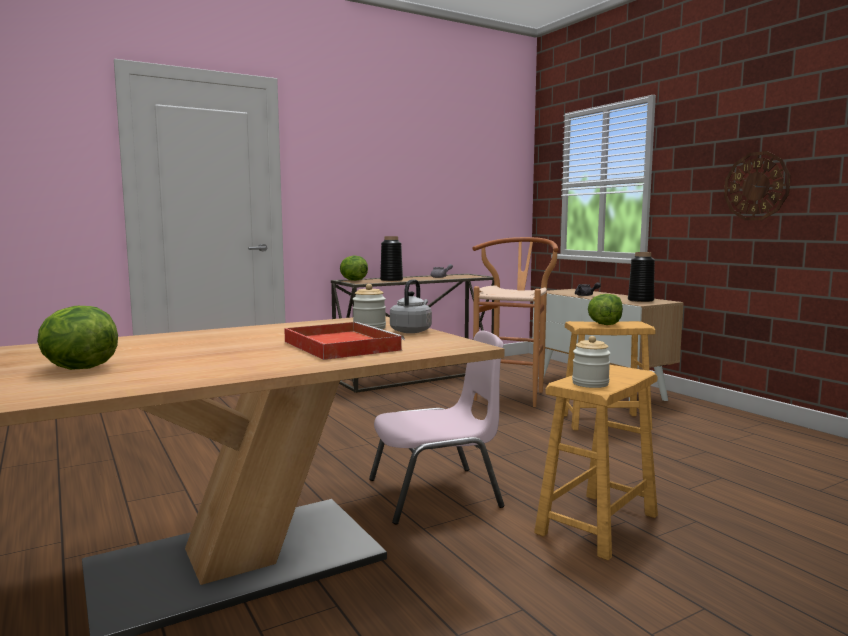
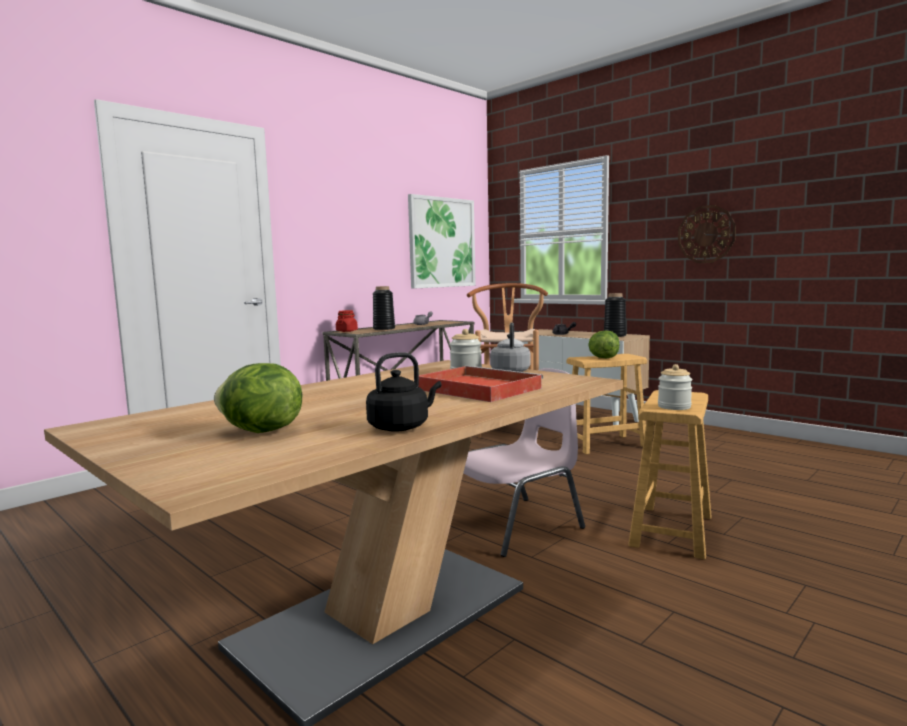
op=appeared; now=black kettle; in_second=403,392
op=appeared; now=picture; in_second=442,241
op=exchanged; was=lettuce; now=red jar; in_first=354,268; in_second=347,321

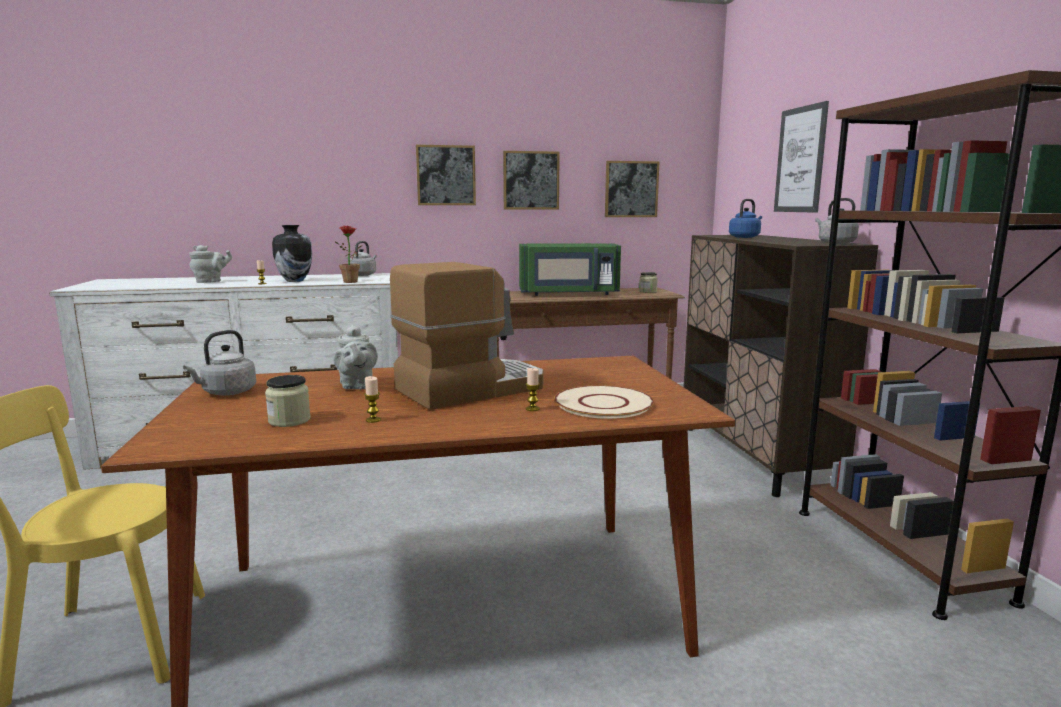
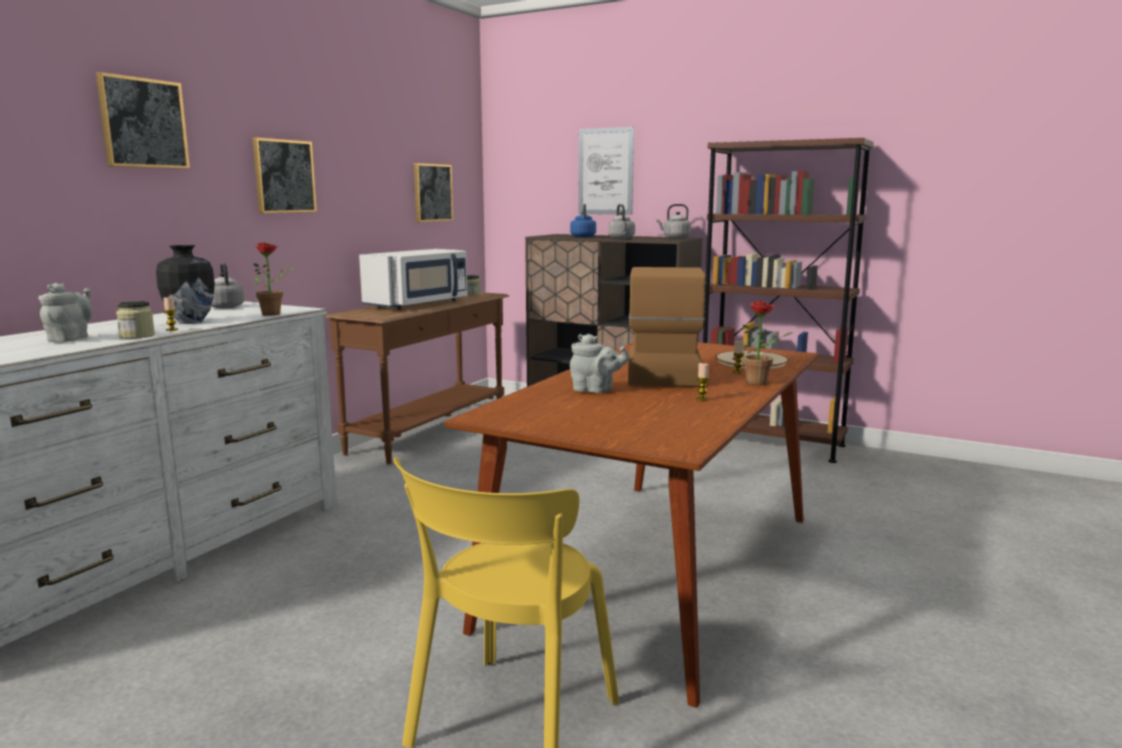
op=appeared; now=potted plant; in_second=768,343
op=relocated; was=grey kettle; in_first=219,363; in_second=621,221
op=relocated; was=jar; in_first=288,401; in_second=135,320
op=relocated; was=picture; in_first=531,180; in_second=143,120
op=colour; was=green microwave; now=white microwave; in_first=570,269; in_second=413,279

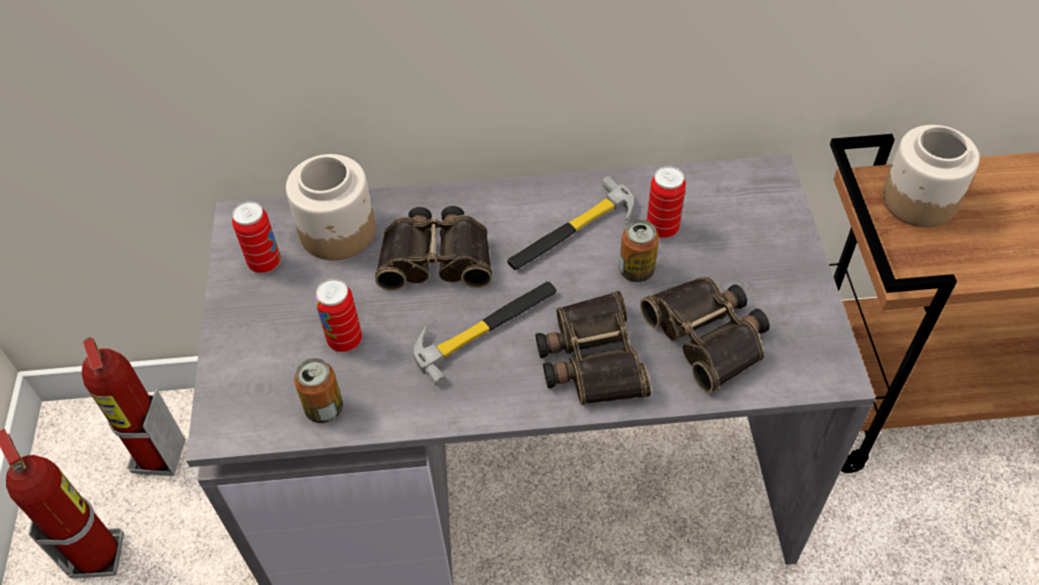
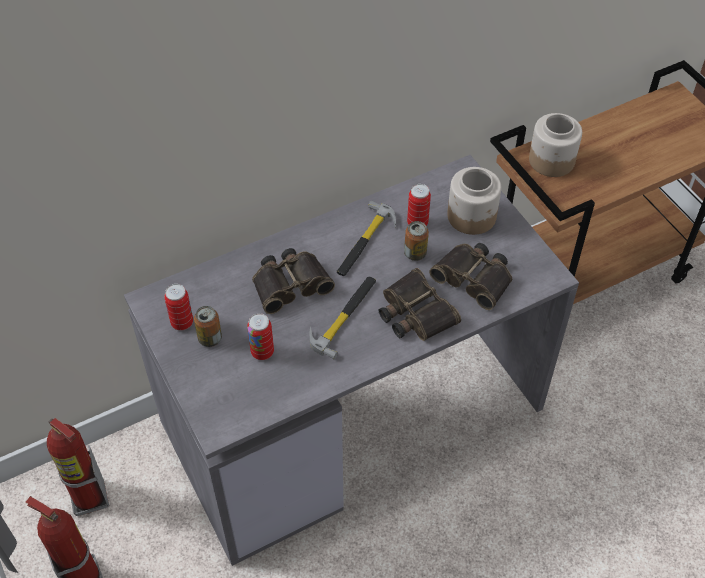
op=relocated; was=jar; in_first=331,207; in_second=474,201
op=relocated; was=can; in_first=318,390; in_second=208,326

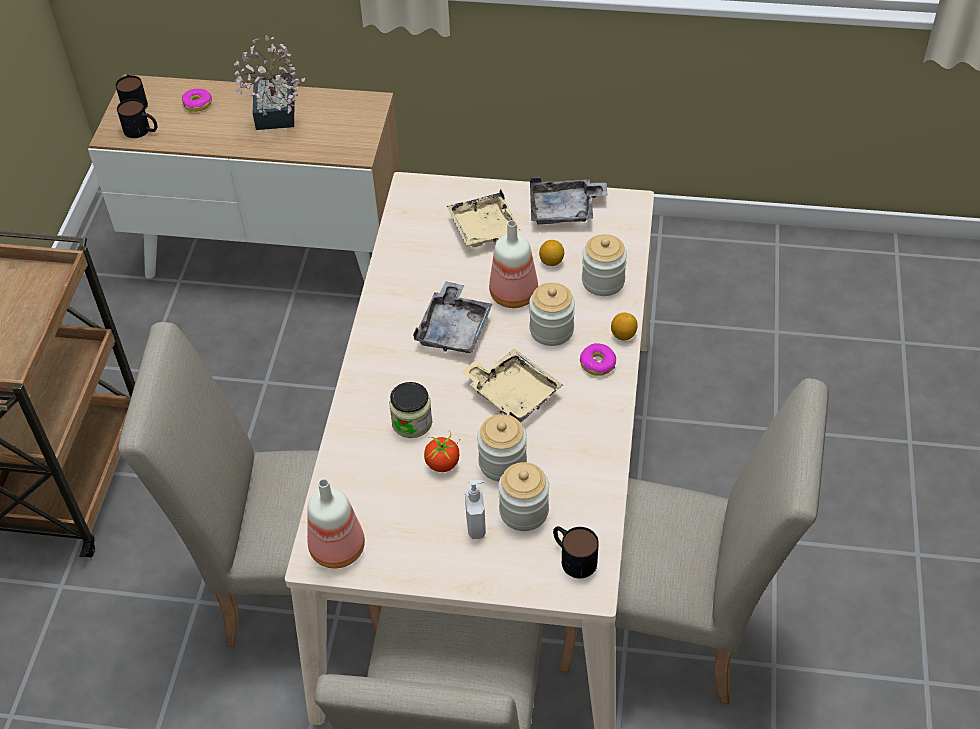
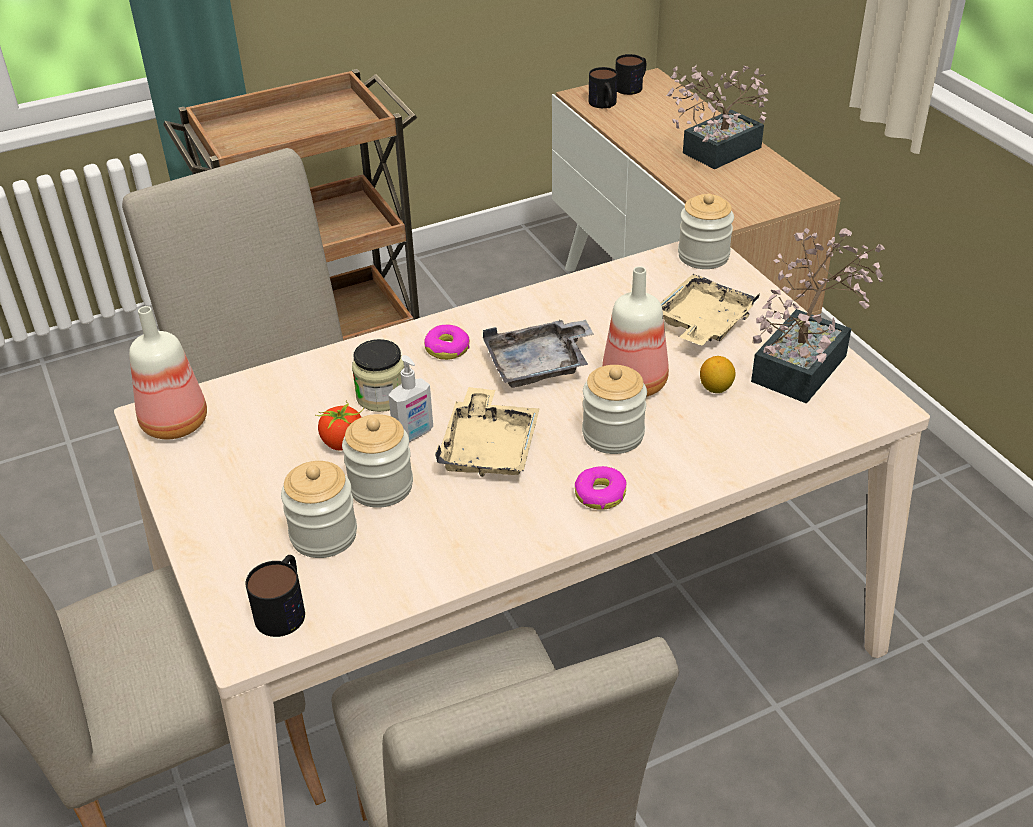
op=missing; was=lemon; in_first=624,326
op=relocated; was=donut; in_first=197,100; in_second=447,342
op=relocated; was=soap dispenser; in_first=475,509; in_second=410,398
op=relocated; was=jar; in_first=604,265; in_second=706,231
op=exchanged; was=grey tray; now=potted plant; in_first=569,201; in_second=818,316

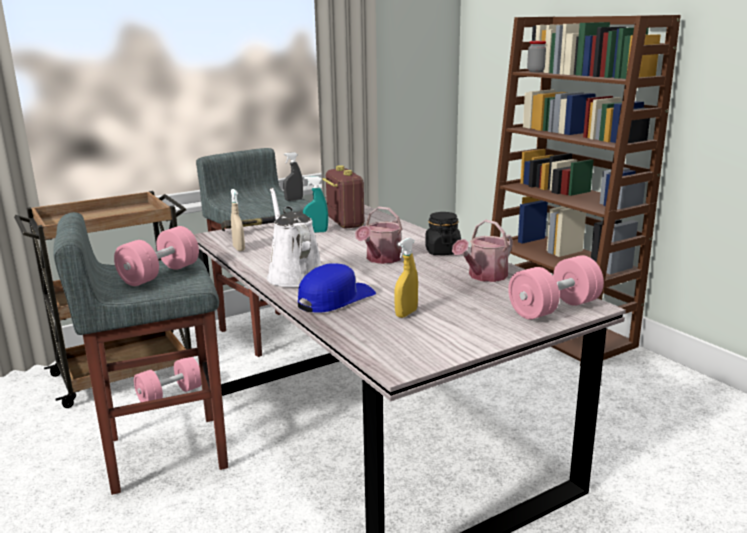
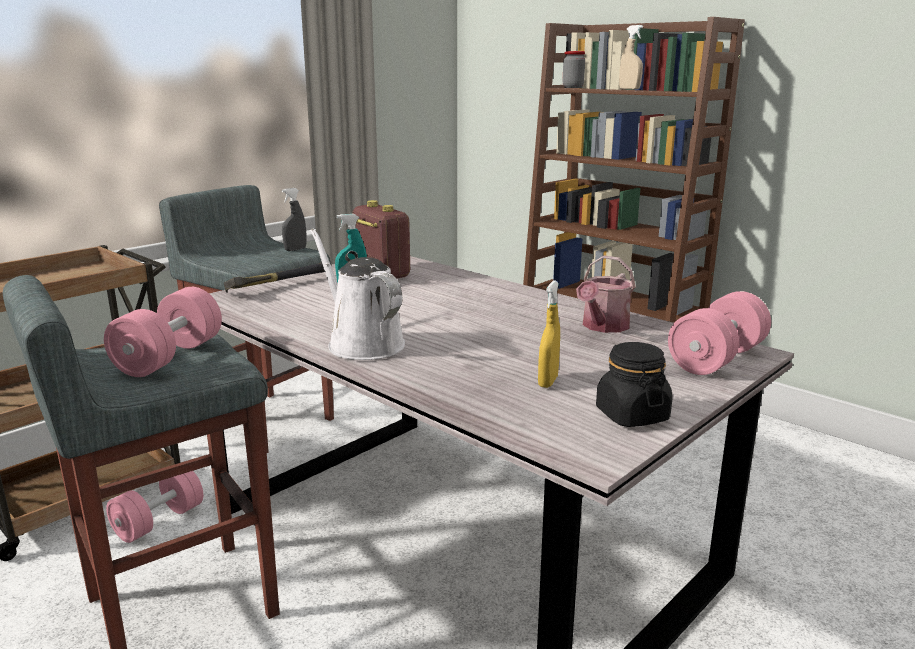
op=missing; was=blue cap; in_first=337,288
op=missing; was=watering can; in_first=378,235
op=relocated; was=beige spray bottle; in_first=238,220; in_second=631,57
op=relocated; was=black jar; in_first=443,233; in_second=634,384

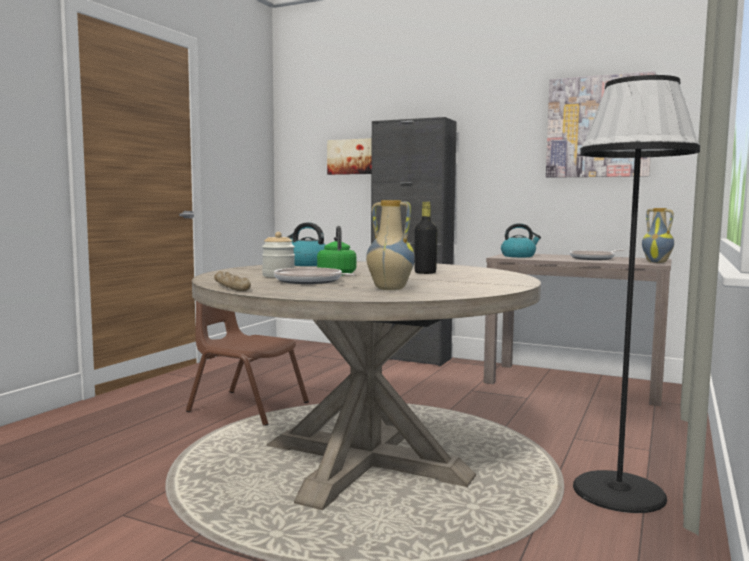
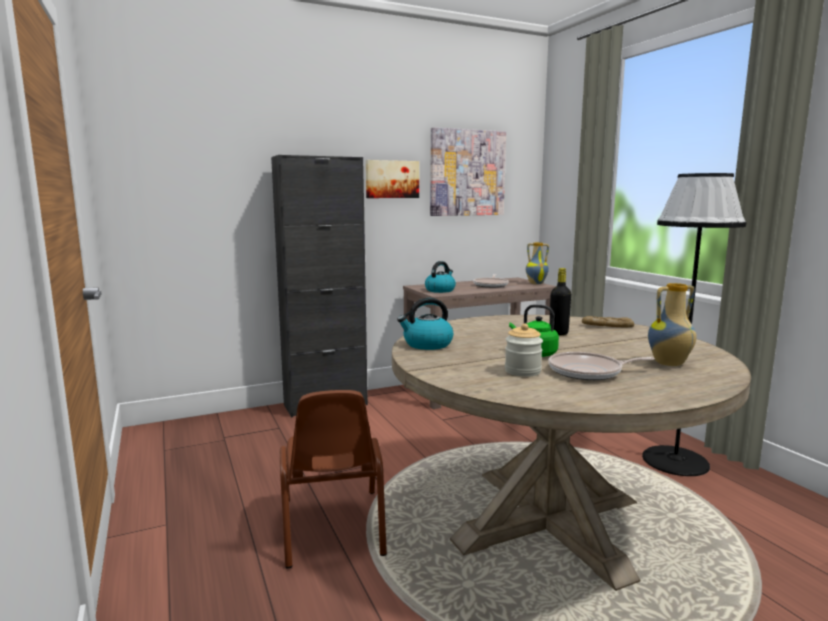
op=relocated; was=bread; in_first=232,281; in_second=608,321
op=relocated; was=picture; in_first=349,156; in_second=392,179
op=spun; was=brown chair; in_first=247,363; in_second=333,479; clockwise=-75

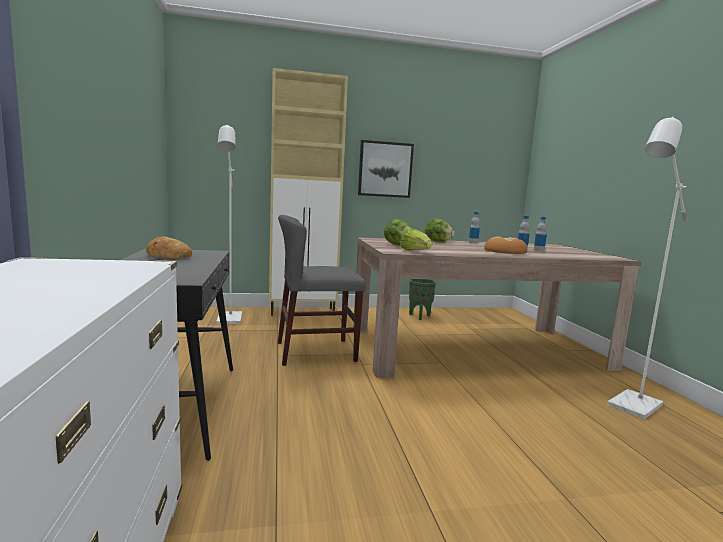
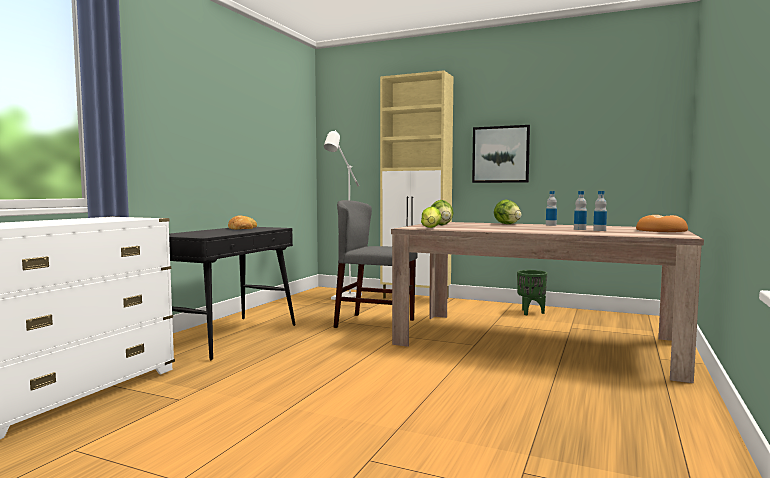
op=missing; was=white floor lamp; in_first=647,268
op=relocated; was=bread; in_first=505,245; in_second=662,223

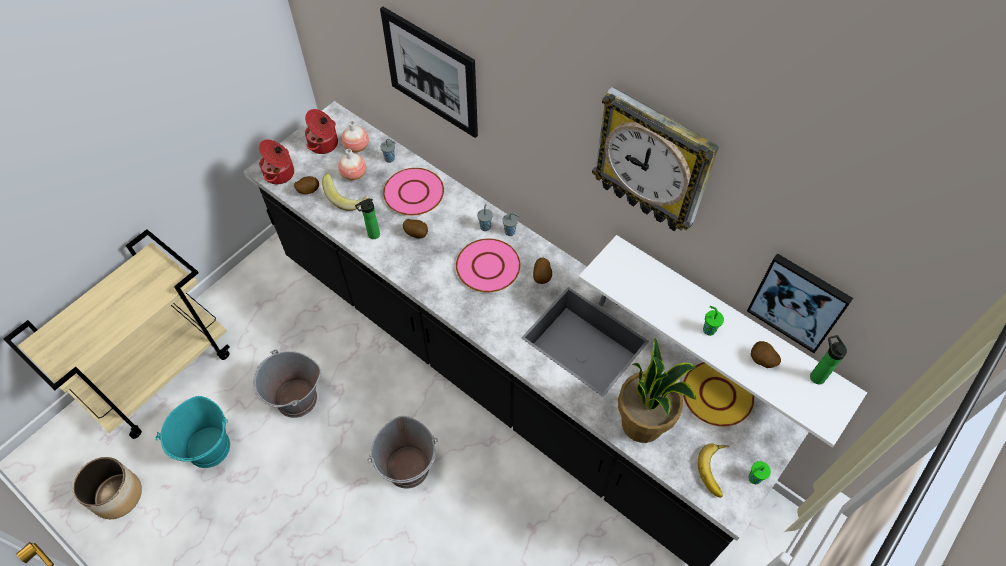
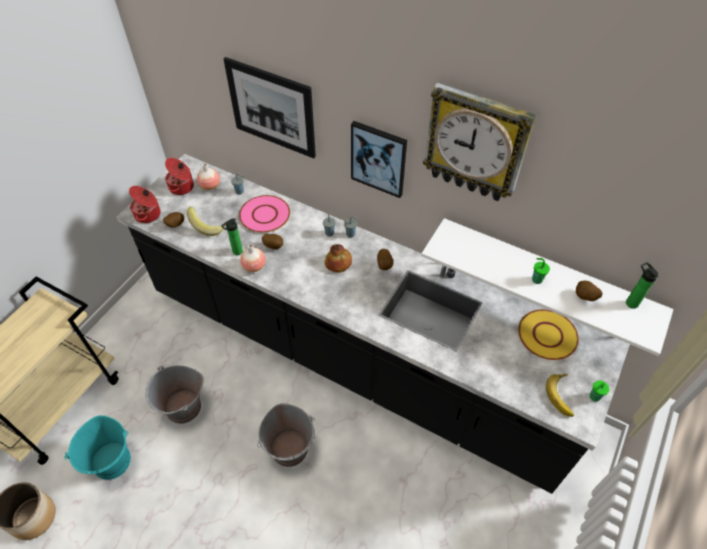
op=missing; was=potted plant; in_first=657,390
op=relocated; was=vase; in_first=352,164; in_second=253,258
op=relocated; was=picture; in_first=800,303; in_second=379,159
op=exchanged; was=pink plate; now=bread; in_first=488,265; in_second=338,258

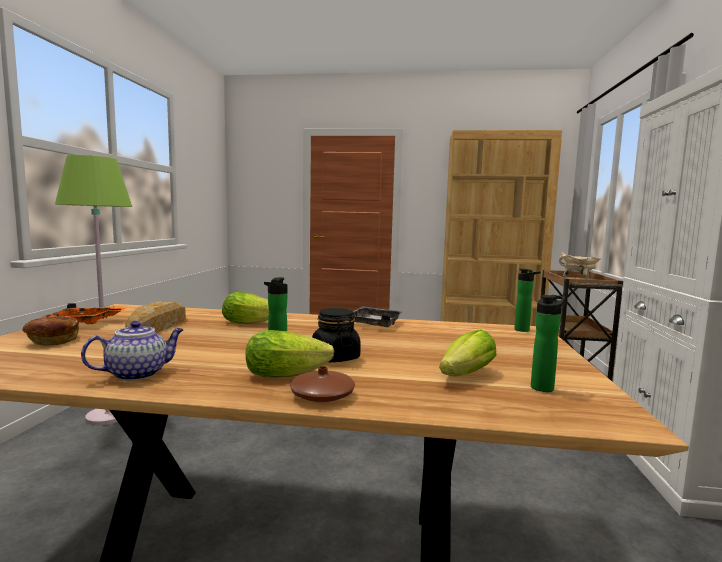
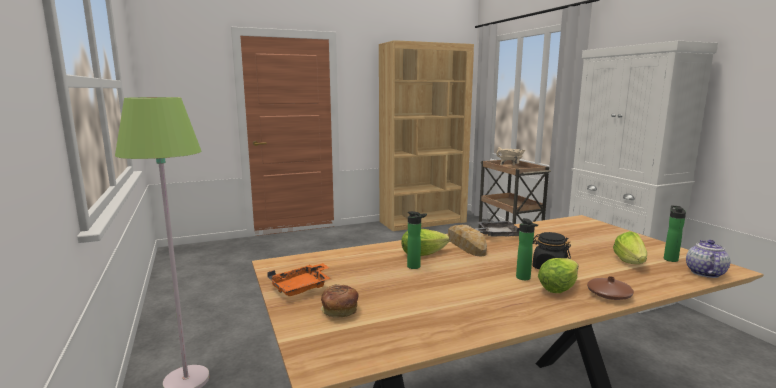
op=relocated; was=teapot; in_first=132,351; in_second=708,259
op=relocated; was=bread; in_first=155,317; in_second=467,241
op=relocated; was=bottle; in_first=527,300; in_second=417,240

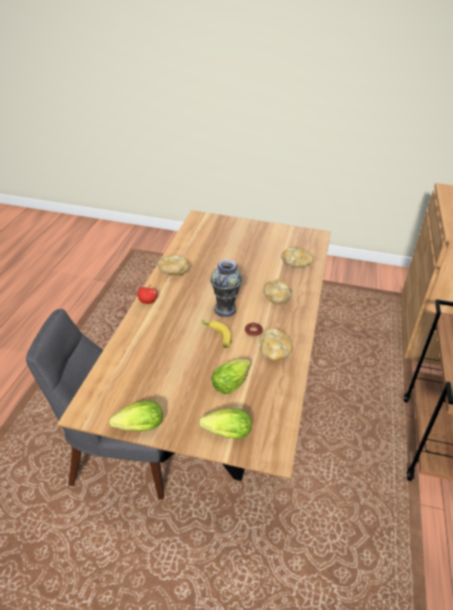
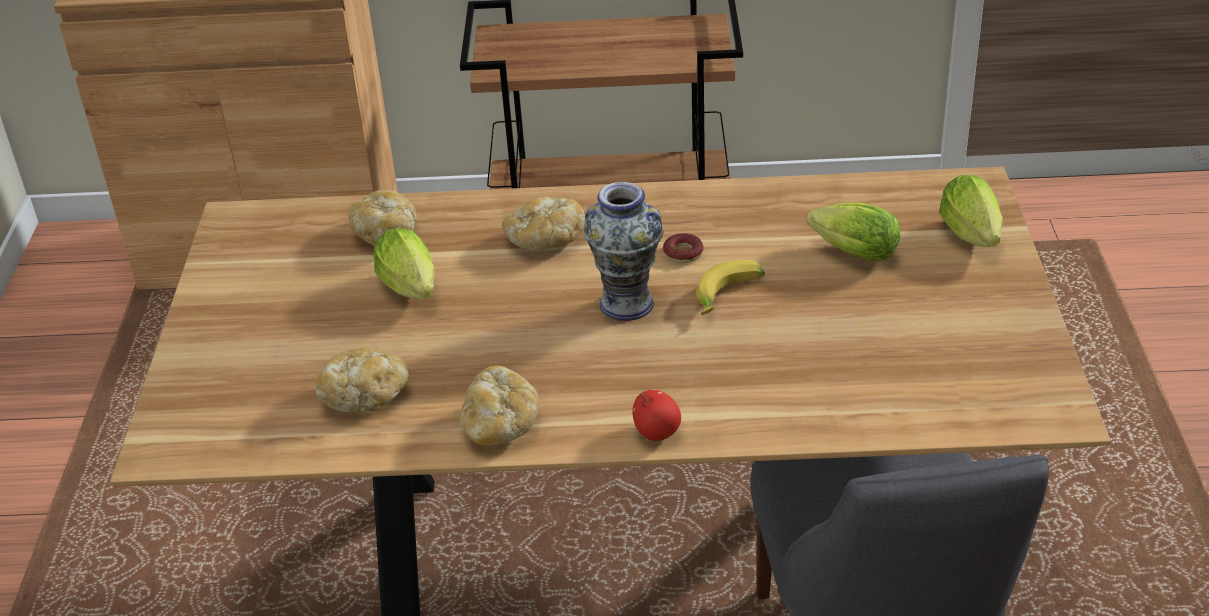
op=relocated; was=lettuce; in_first=136,415; in_second=404,263
op=relocated; was=bread; in_first=276,344; in_second=362,380

